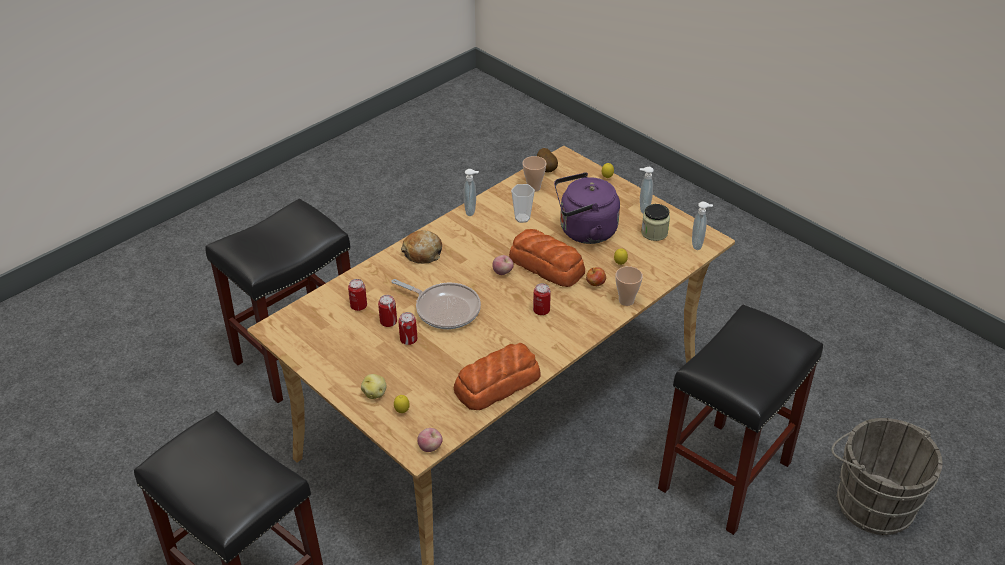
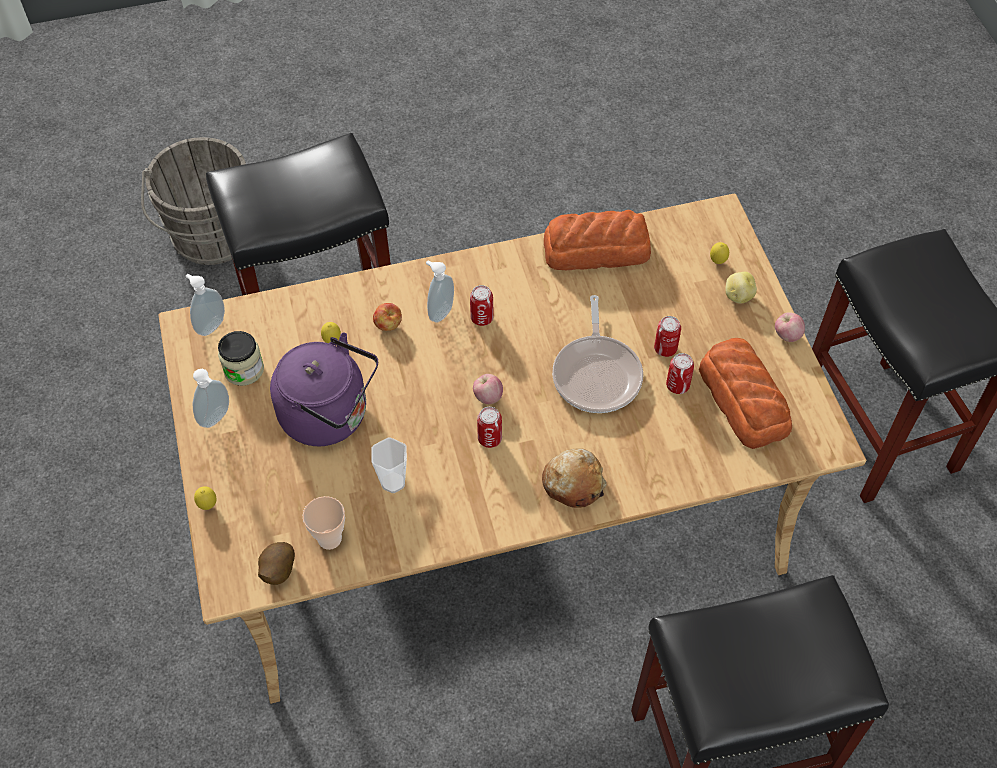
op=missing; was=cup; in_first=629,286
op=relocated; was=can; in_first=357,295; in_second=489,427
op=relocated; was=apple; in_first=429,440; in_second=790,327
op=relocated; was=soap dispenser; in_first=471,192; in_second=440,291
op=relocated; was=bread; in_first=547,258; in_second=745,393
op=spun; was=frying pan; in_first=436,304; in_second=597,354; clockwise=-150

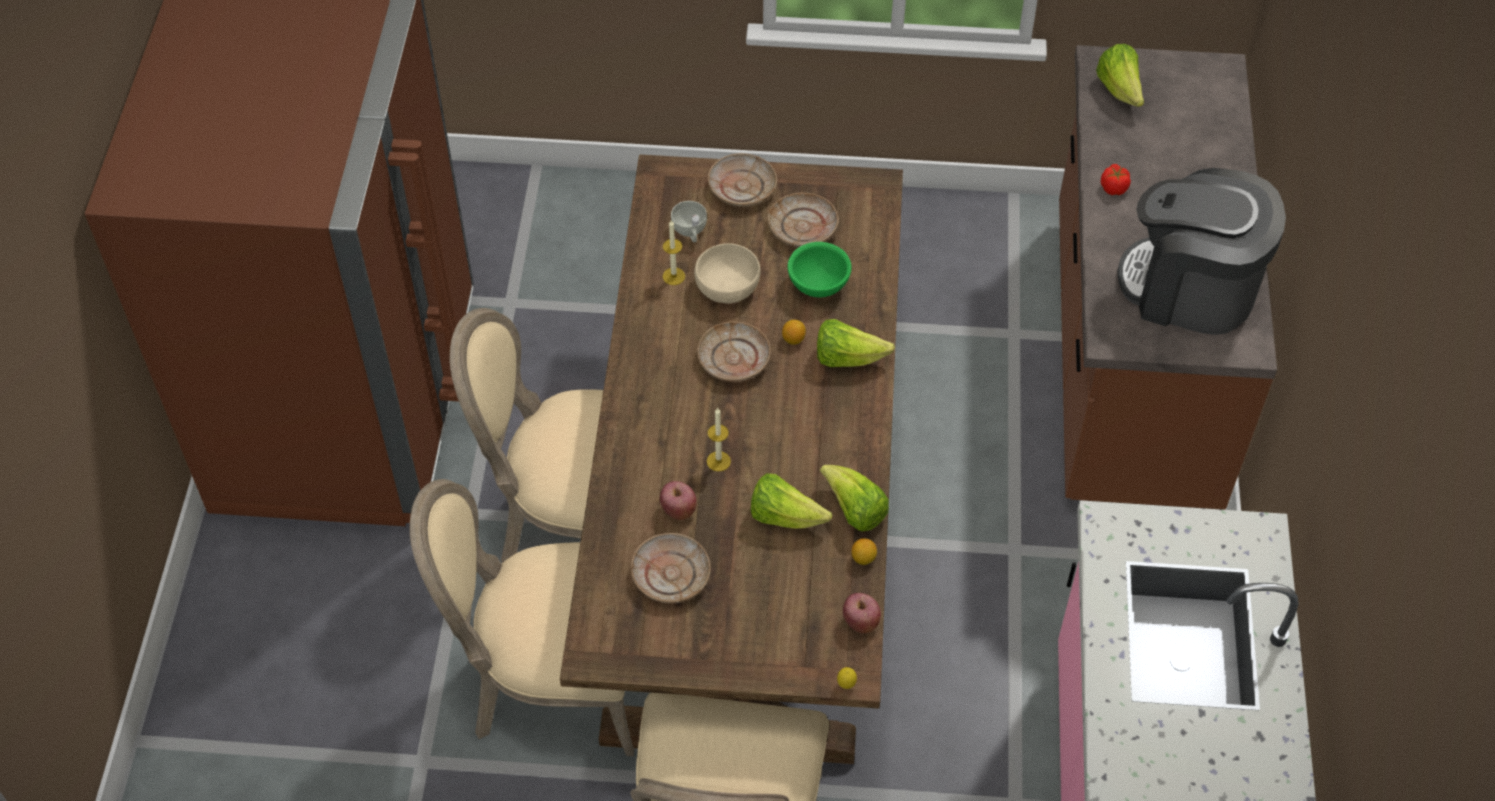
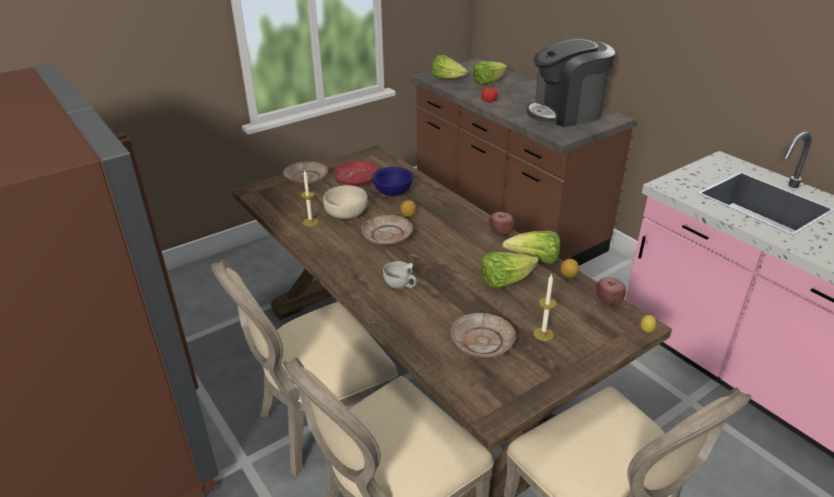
op=relocated; was=apple; in_first=678,500; in_second=501,223
op=relocated; was=white cup; in_first=689,221; in_second=399,275
op=relocated; was=candle; in_first=719,440; in_second=545,307
op=relocated; was=lettuce; in_first=856,343; in_second=489,73
op=colour; was=beige plate; now=red plate; in_first=803,220; in_second=356,173
op=colour; was=green bowl; now=blue bowl; in_first=819,269; in_second=392,181

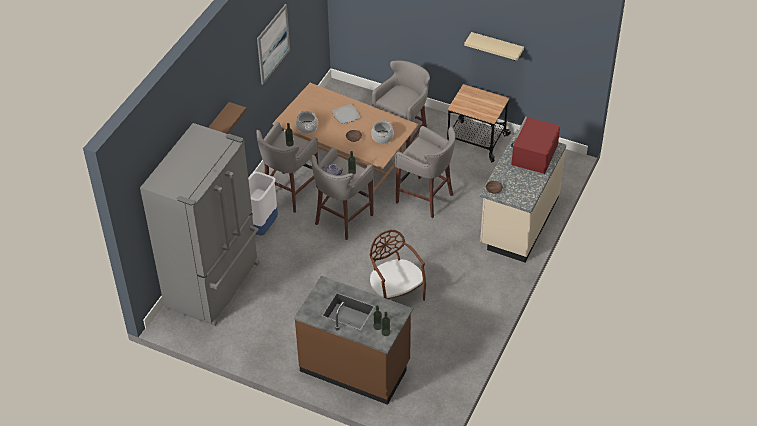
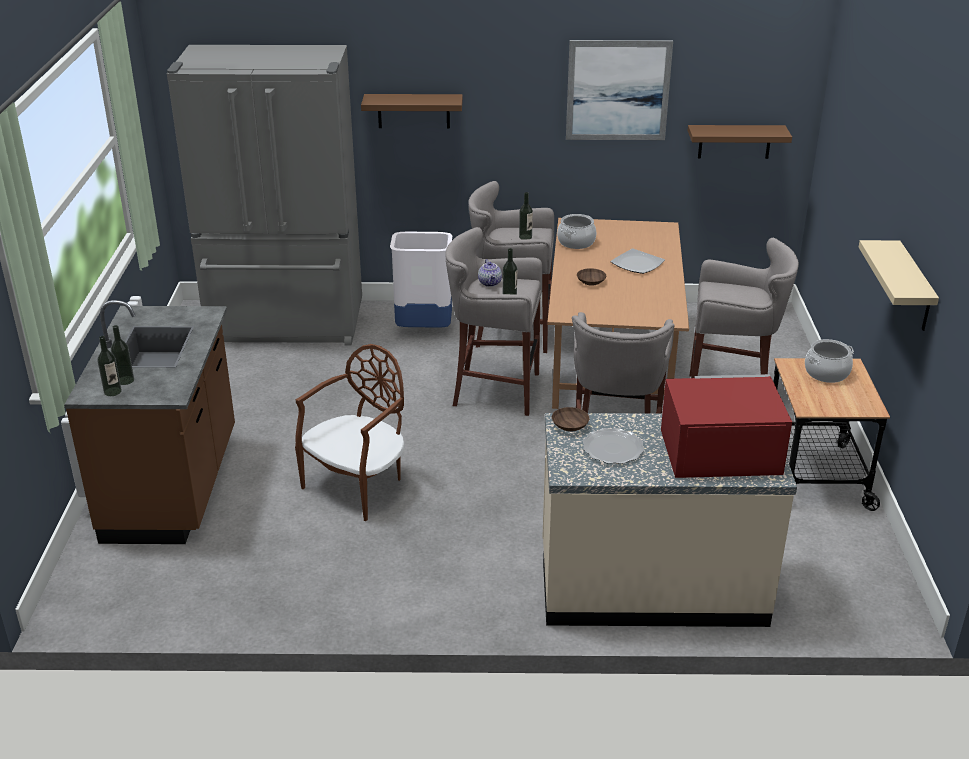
op=appeared; now=plate; in_second=613,446
op=appeared; now=brown shelf; in_second=740,142
op=relocated; was=cooking pot; in_first=382,132; in_second=829,361

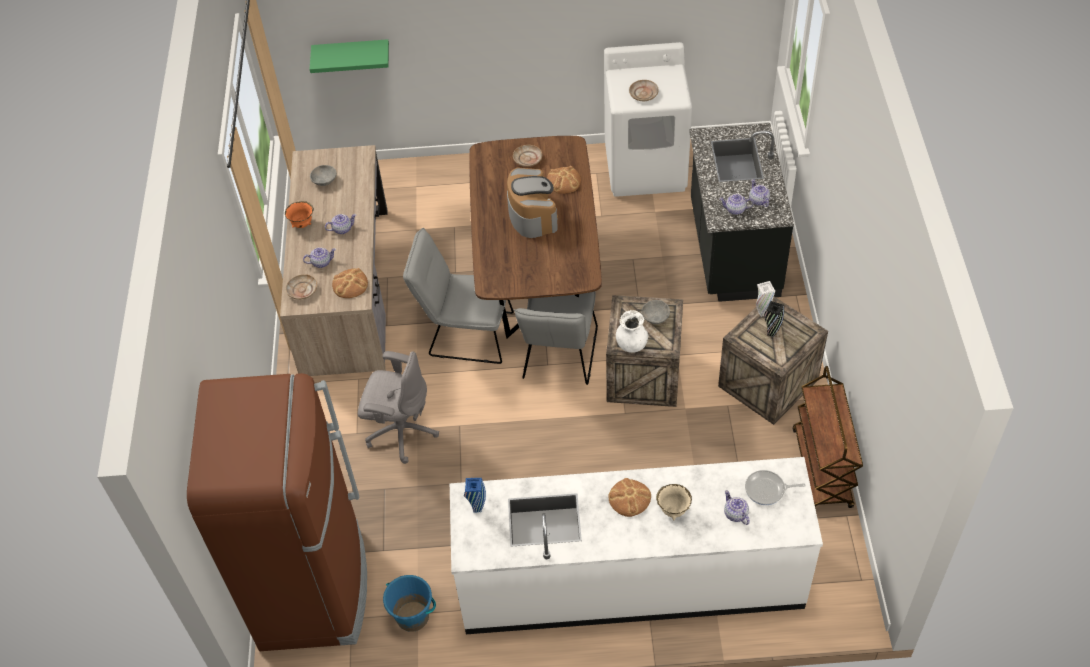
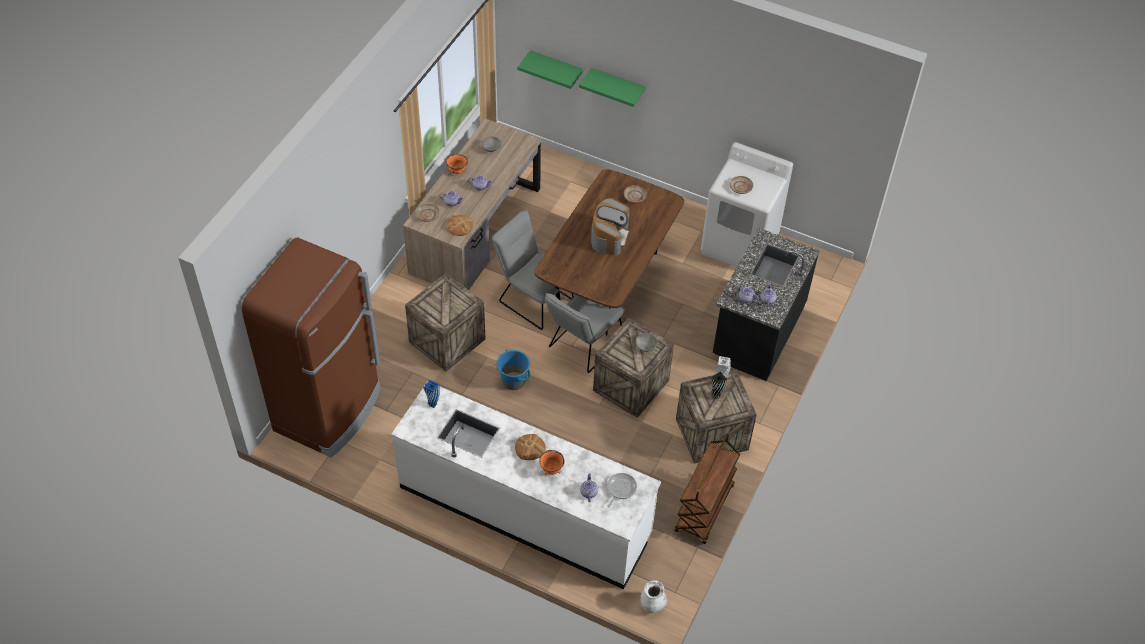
op=missing; was=bread; in_first=564,180
op=appeared; now=green shelf; in_second=612,87
op=relocated; was=blue bucket; in_first=409,603; in_second=513,370
op=relocated; was=white vase; in_first=632,331; in_second=653,596
op=exchanged; was=grey office chair; now=crate; in_first=398,407; in_second=445,322
op=colour; was=beige bowl; now=orange bowl; in_first=674,502; in_second=551,462
op=spun; was=frying pan; in_first=775,487; in_second=622,490; clockwise=90

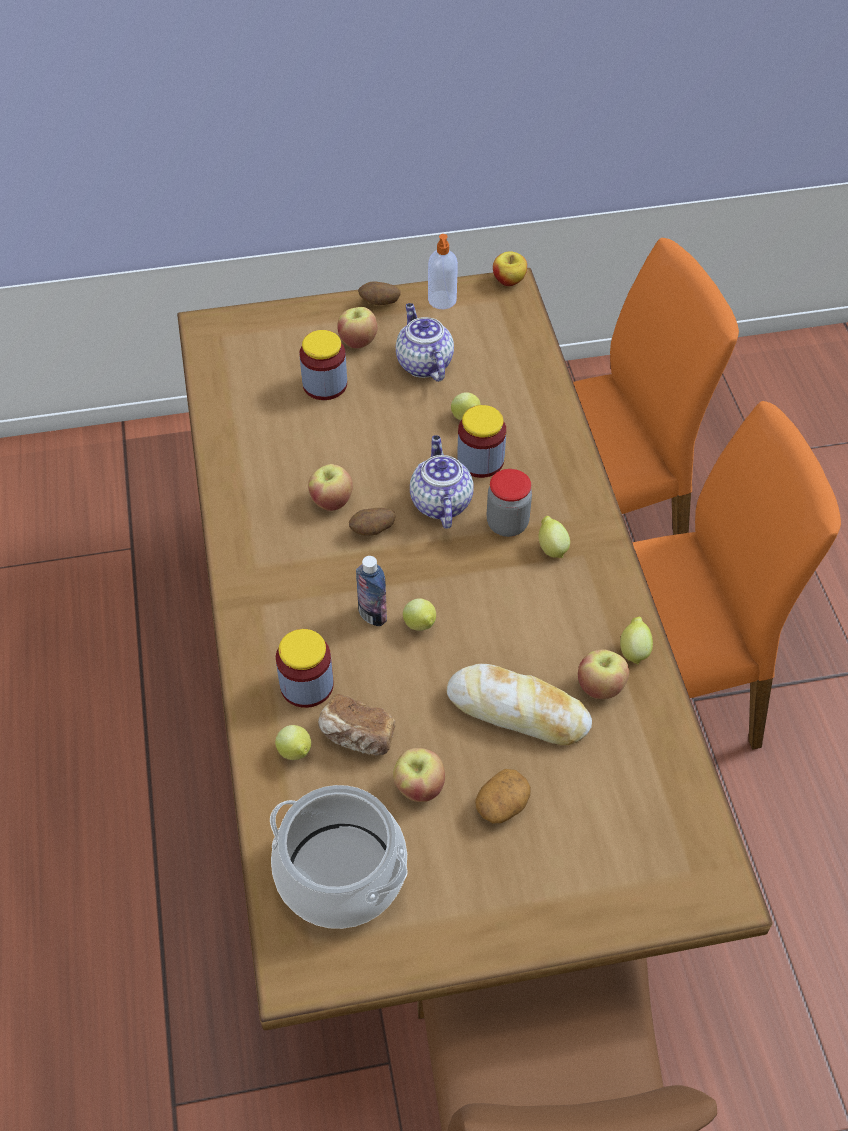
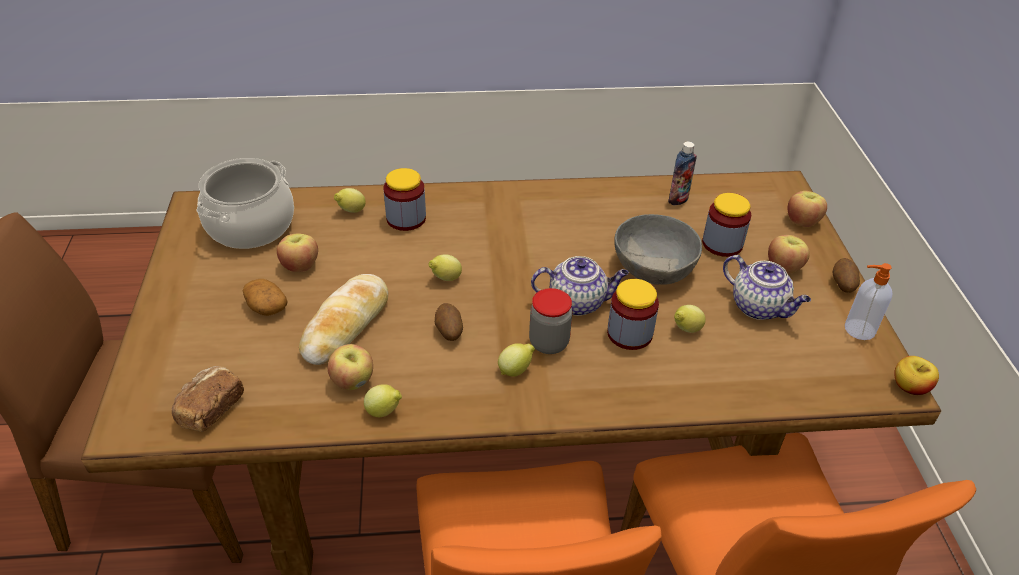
op=appeared; now=grey bowl; in_second=658,249
op=relocated; was=apple; in_first=330,487; in_second=807,209
op=relocated; was=bread; in_first=357,725; in_second=208,399
op=relocated; was=potato; in_first=372,522; in_second=449,322
op=relocated; was=bottle; in_first=371,591; in_second=682,174
op=spun; was=teapot; in_first=425,342; in_second=767,287; clockwise=60

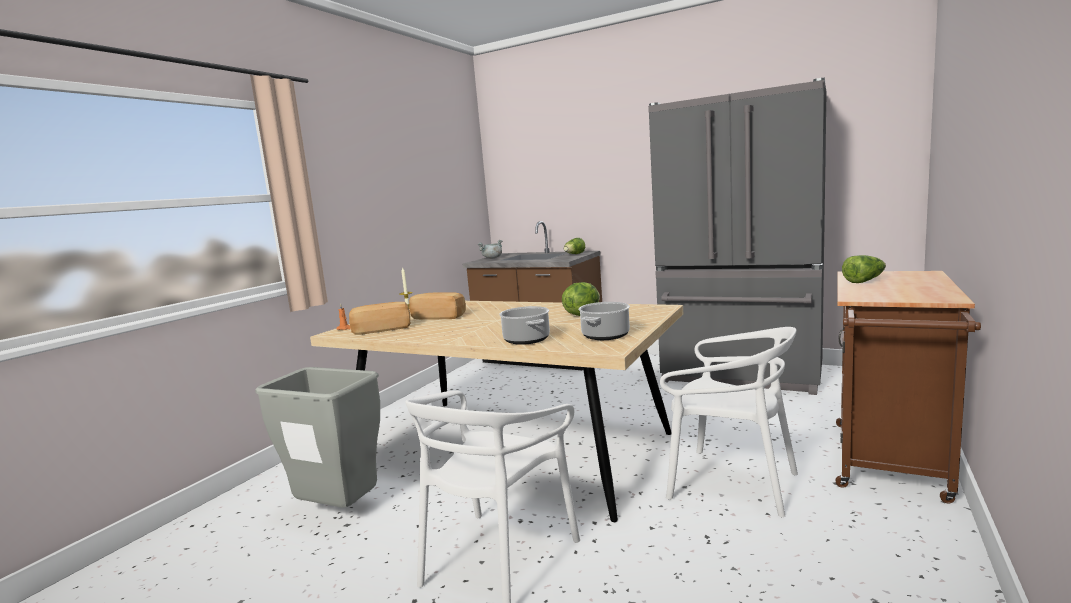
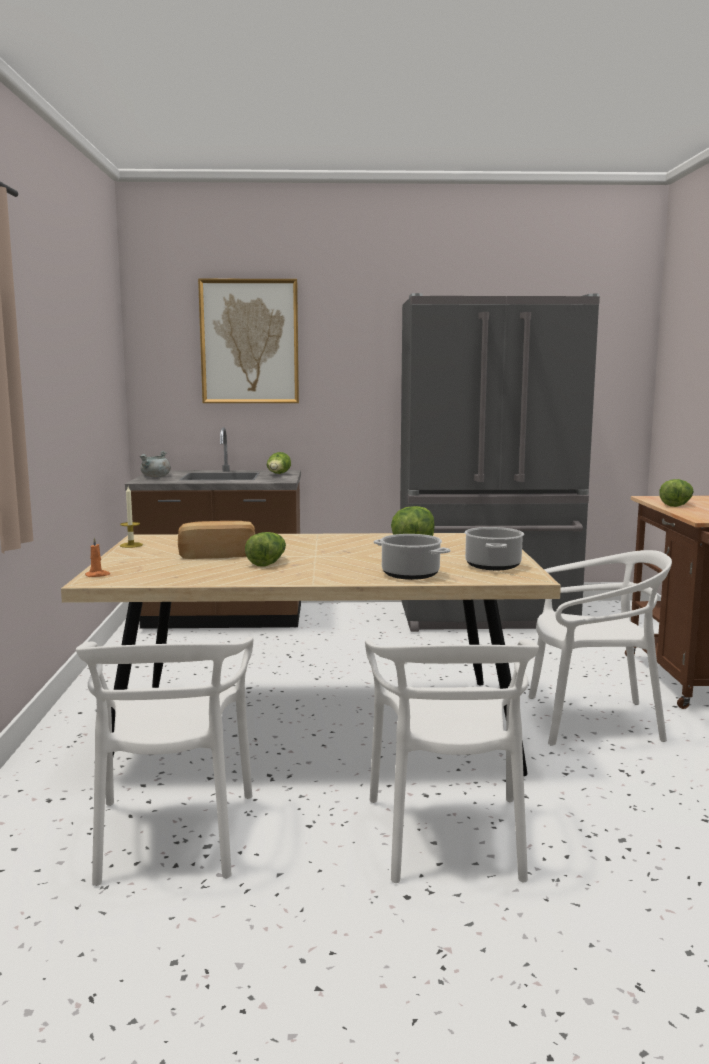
op=missing; was=bread; in_first=379,318
op=appeared; now=picture; in_second=248,341
op=appeared; now=lettuce; in_second=265,549
op=exchanged; was=grey trash can; now=white chair; in_first=317,437; in_second=164,761

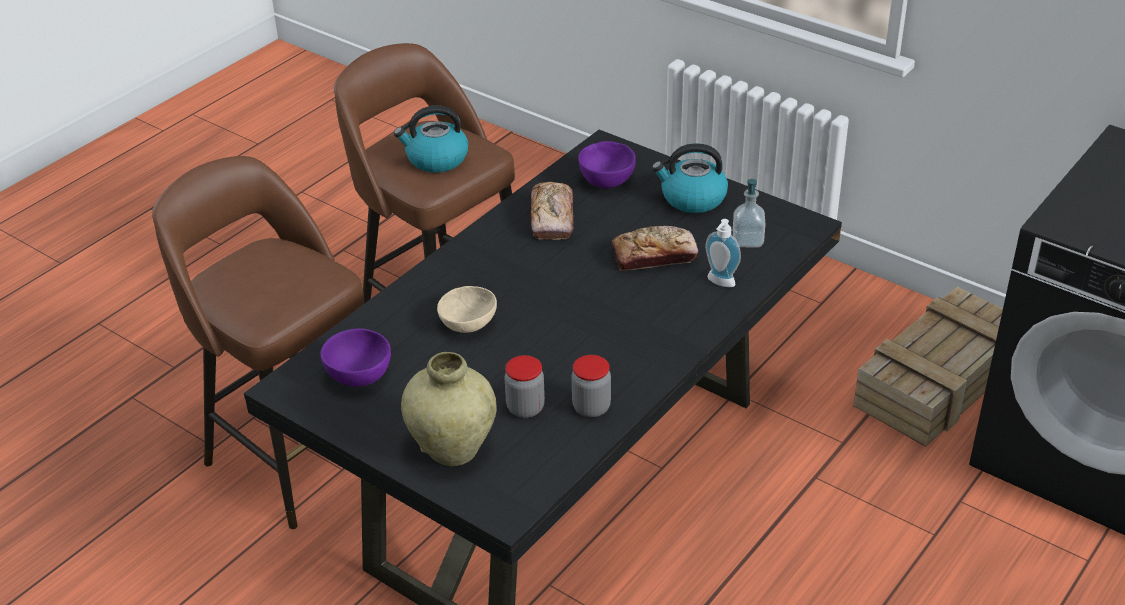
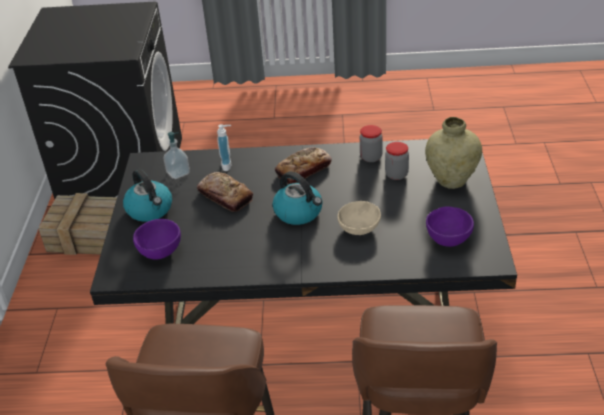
op=relocated; was=kettle; in_first=431,139; in_second=297,198
op=relocated; was=bread; in_first=552,211; in_second=303,166

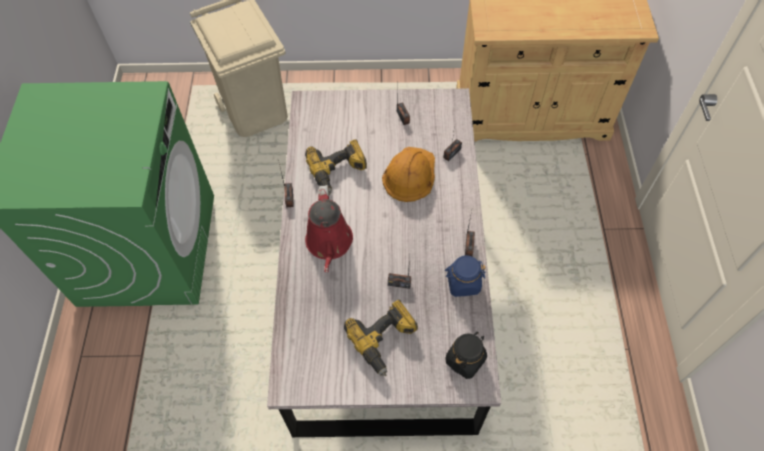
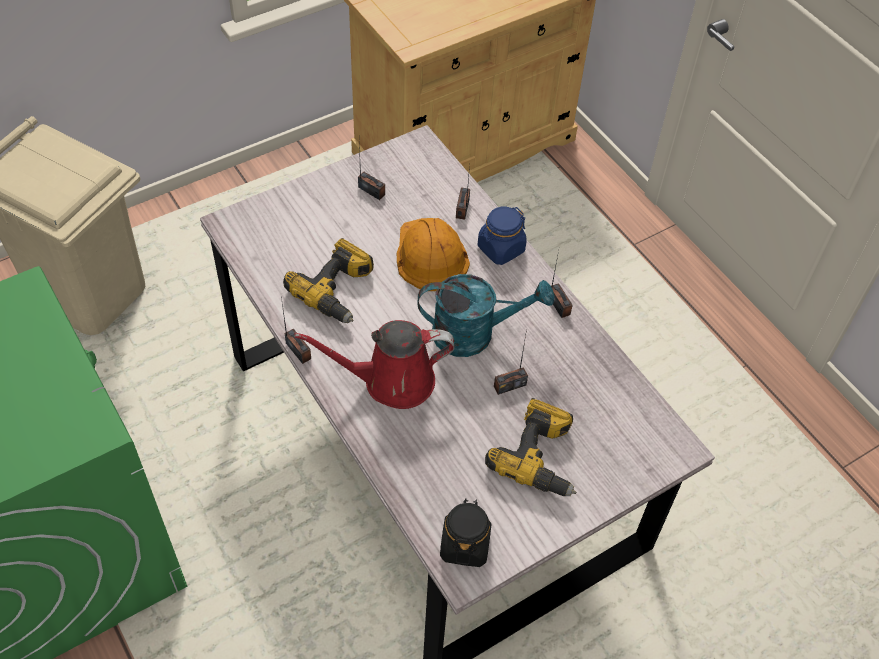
op=appeared; now=turquoise watering can; in_second=486,315
op=relocated; was=blue jar; in_first=465,276; in_second=502,236
op=relocated; was=black jar; in_first=466,355; in_second=465,532
op=spun; was=red watering can; in_first=329,228; in_second=374,364; clockwise=120

